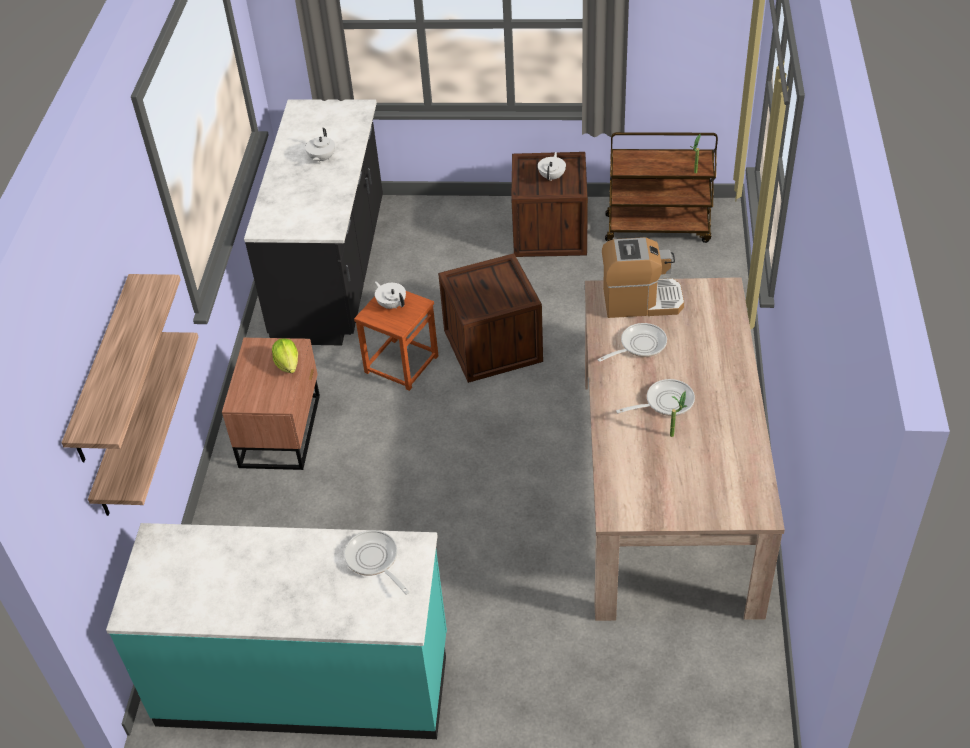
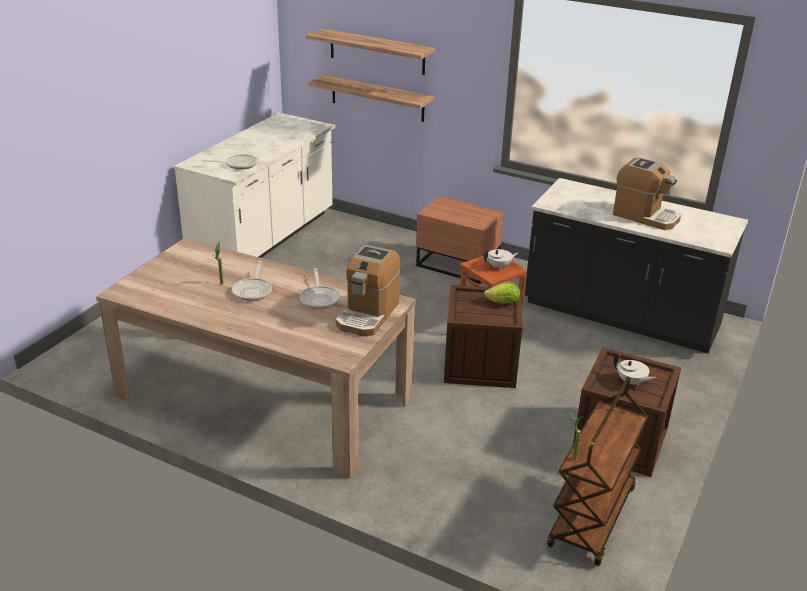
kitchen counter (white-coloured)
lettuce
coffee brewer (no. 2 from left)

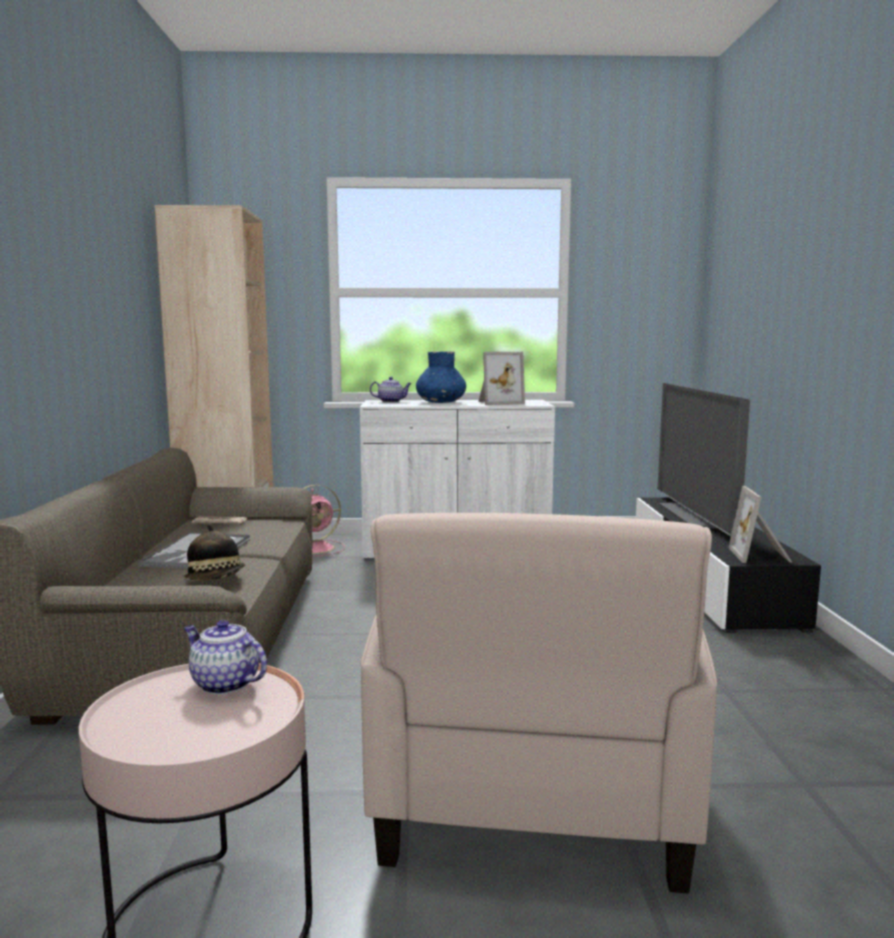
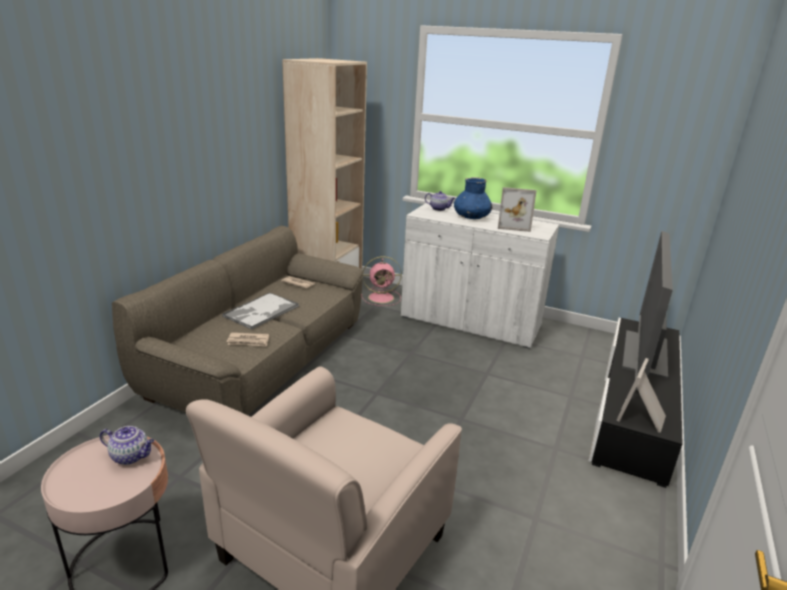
newspaper (no. 1 from left)
tea pot (no. 1 from left)

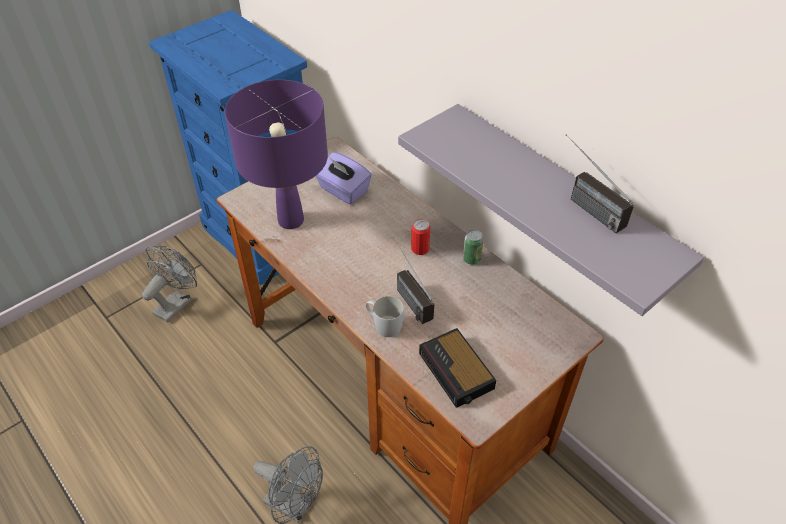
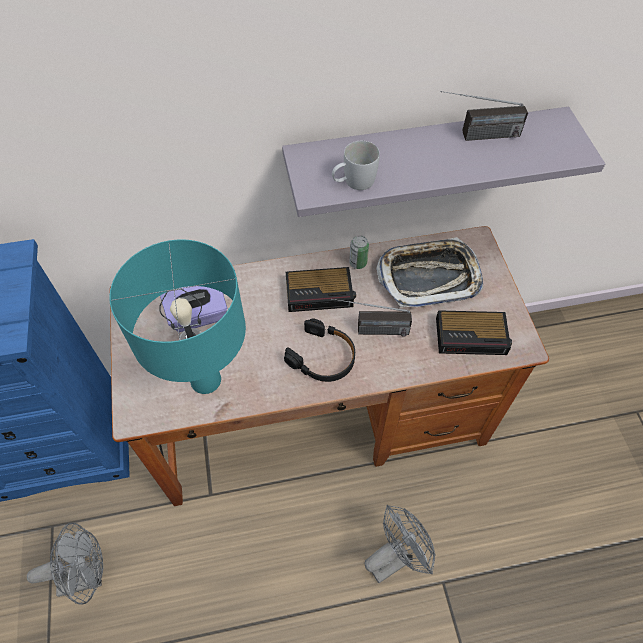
electric fan (gray) (no. 1 from left)
table lamp (blue-green)
coffee mug (white-coloured)
bedside clock (no. 1 from left)
headphones (black)
serving tray

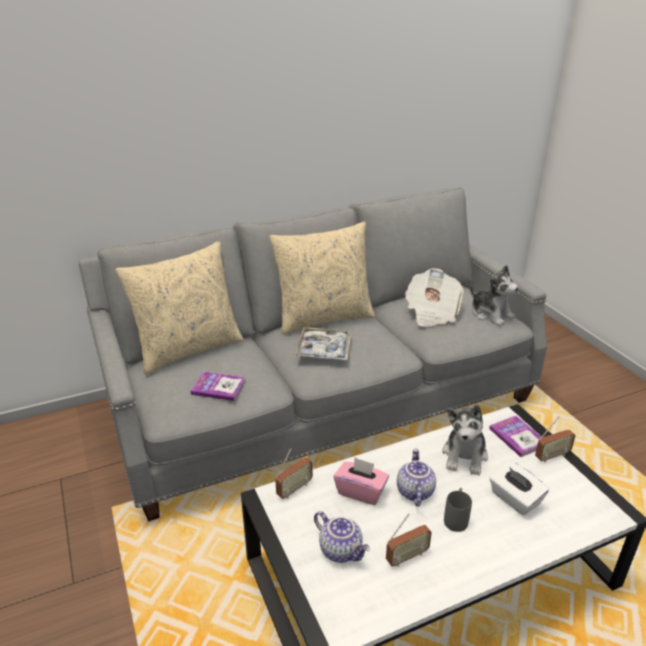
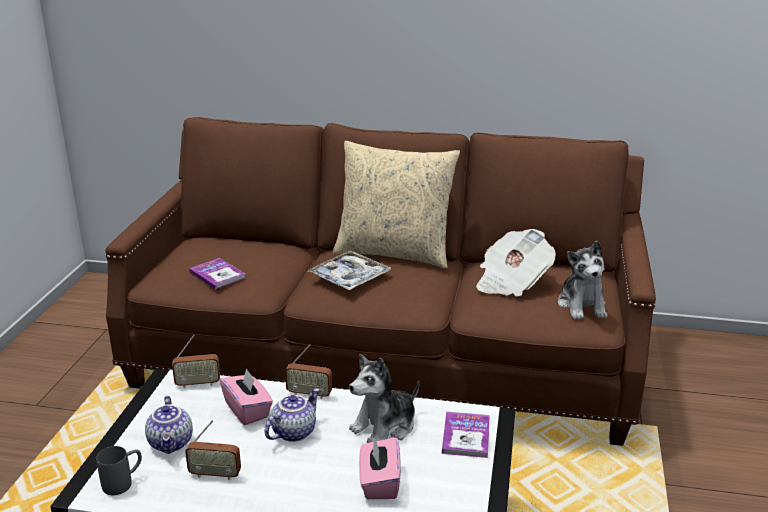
couch (brown-coloured)
throw pillow (sand-coloured) (no. 1 from left in the first image)
coffee mug (gray)
tissue holder (pinkish) (no. 2 from left)
radio receiver (no. 3 from left)

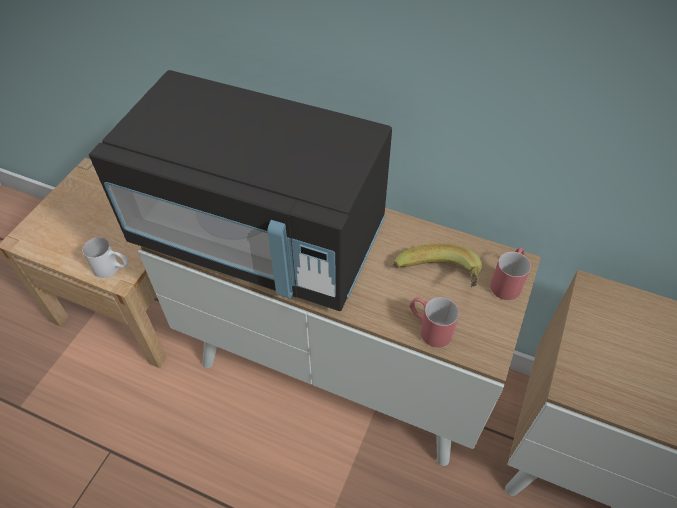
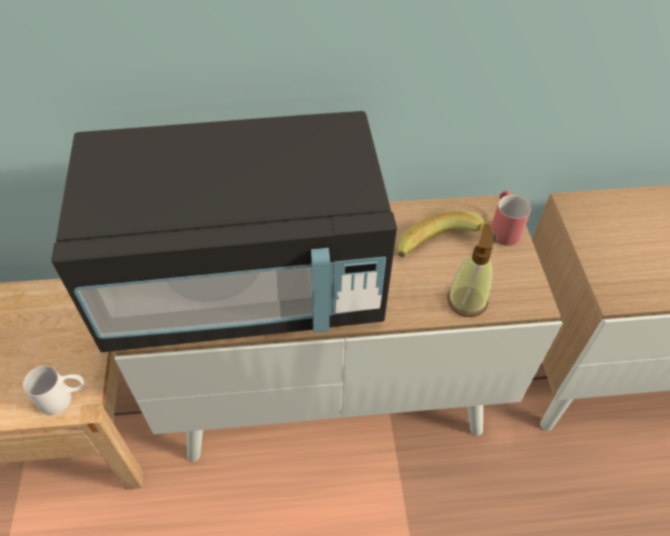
soap dispenser

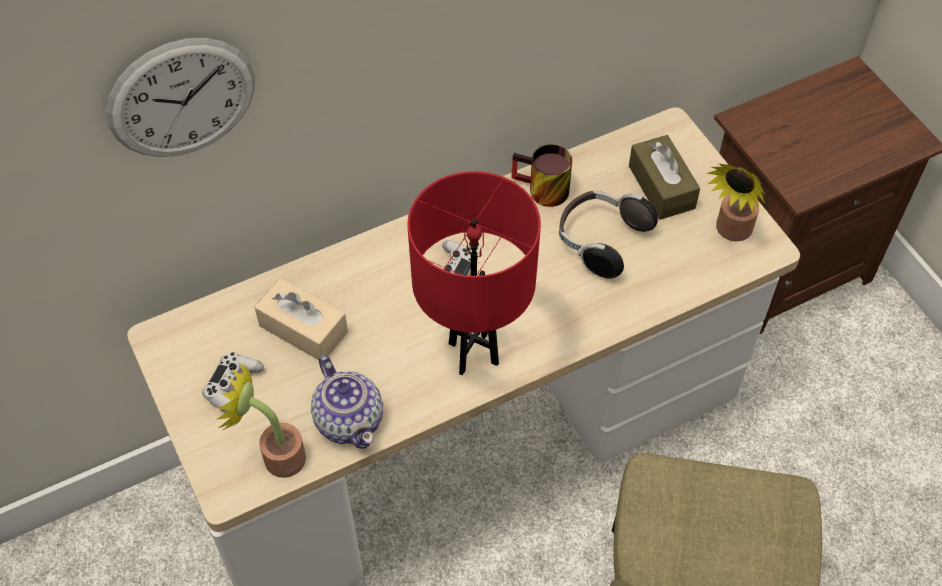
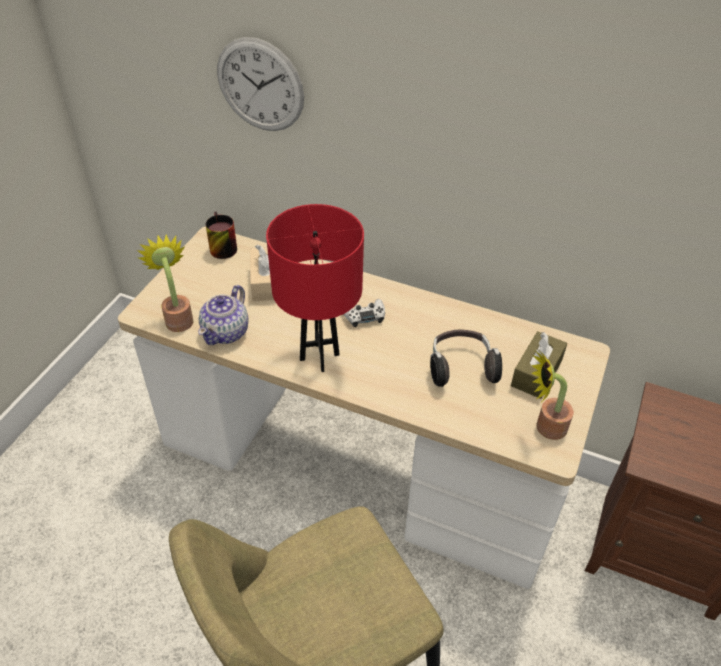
joypad (white-coloured) (no. 1 from left in the first image)
coffee mug

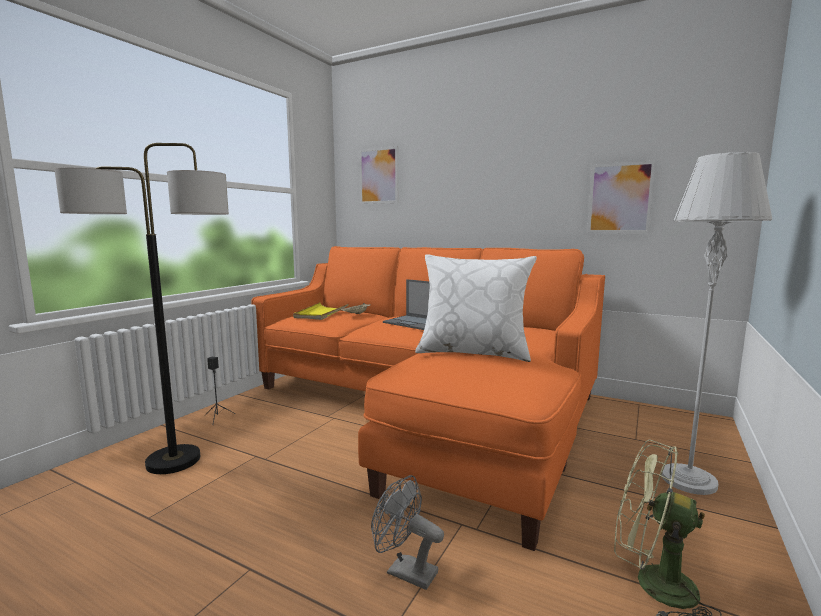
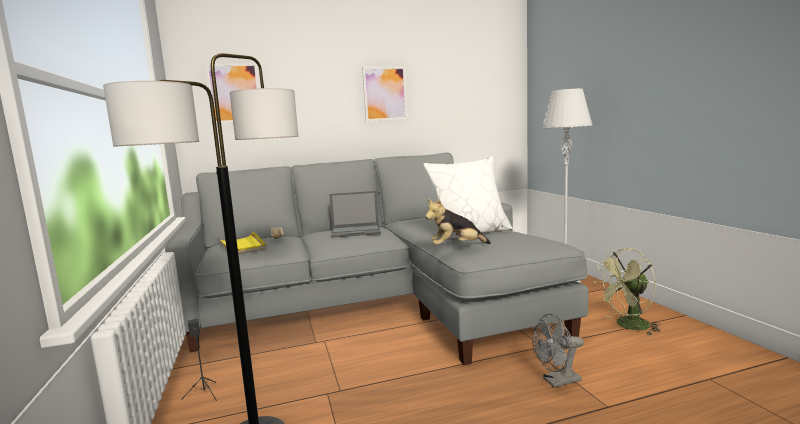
couch (gray)
wall art (no. 2 from left)
soft toy

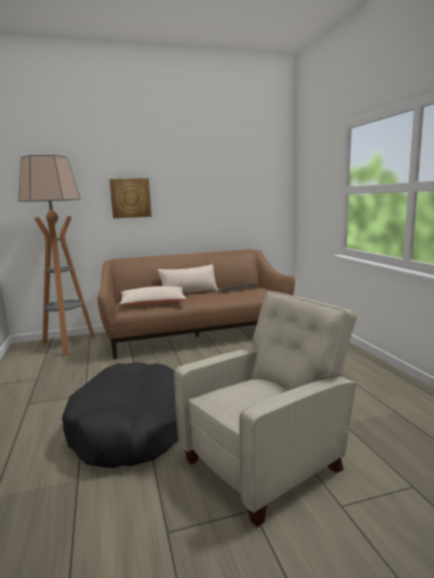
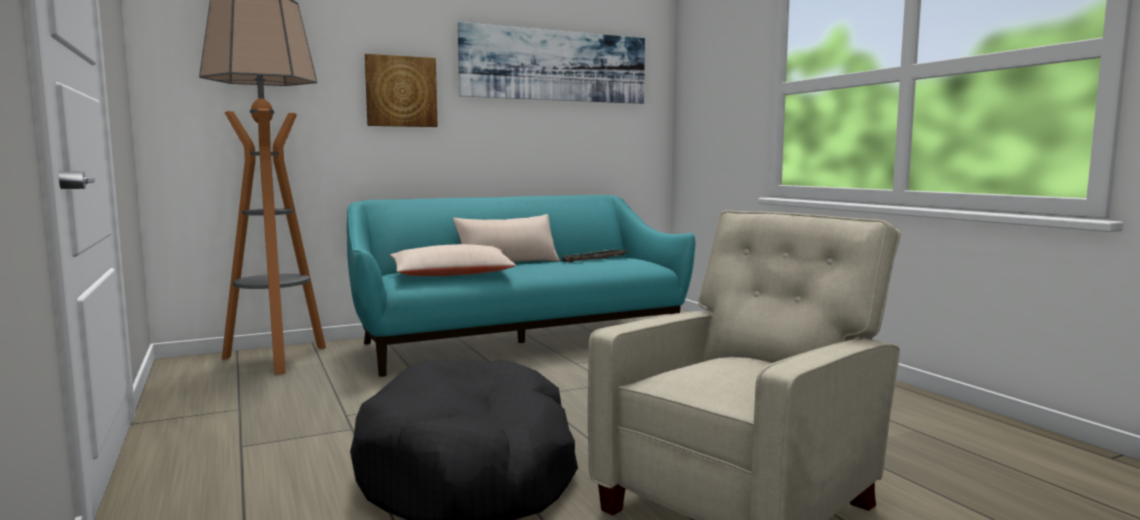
couch (blue-green)
wall art (no. 2 from left)

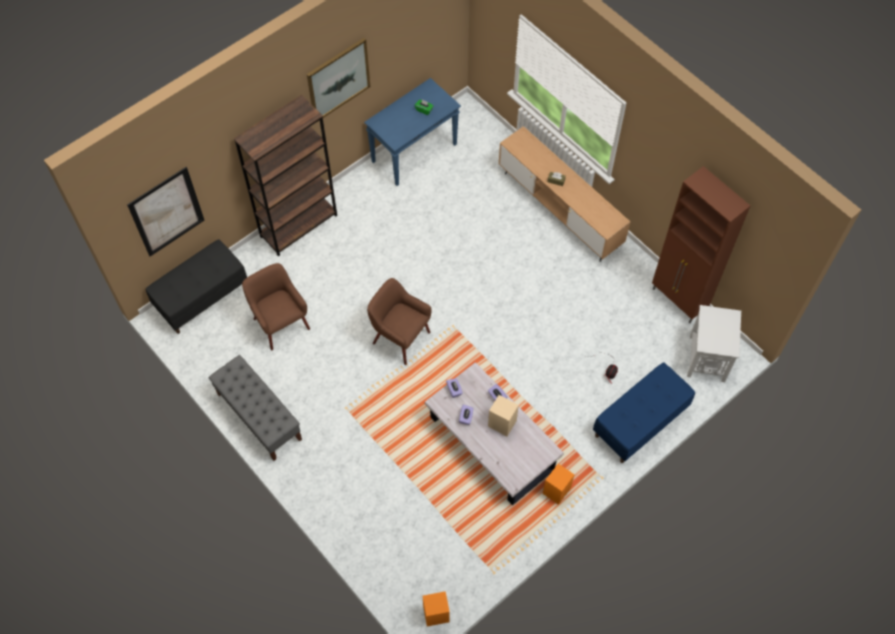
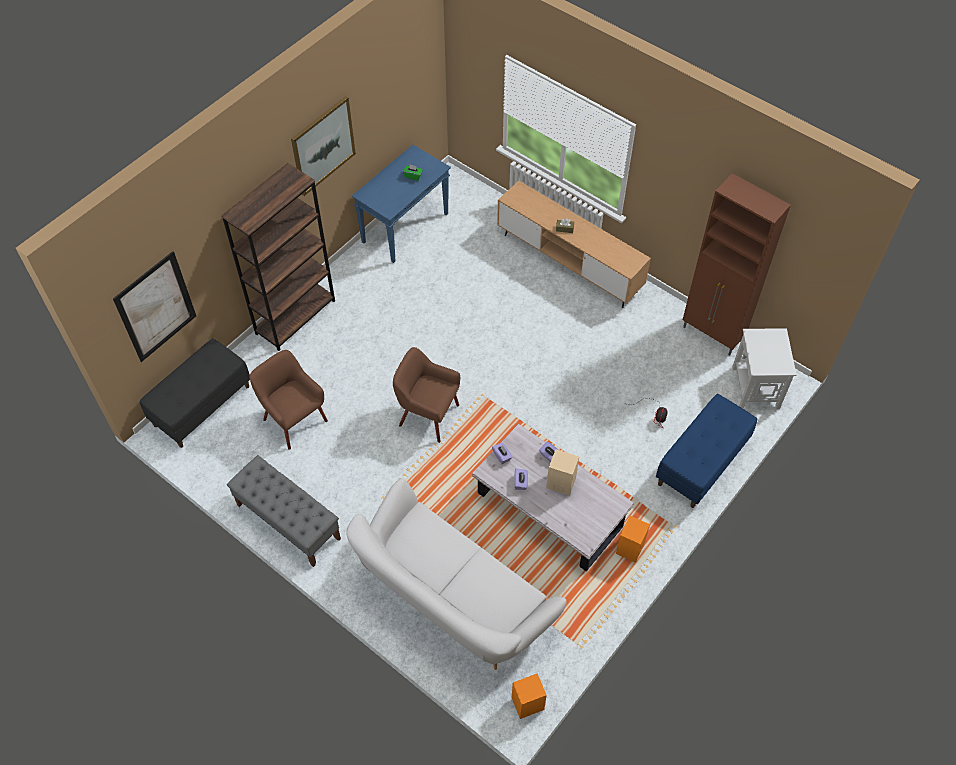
couch (white-coloured)

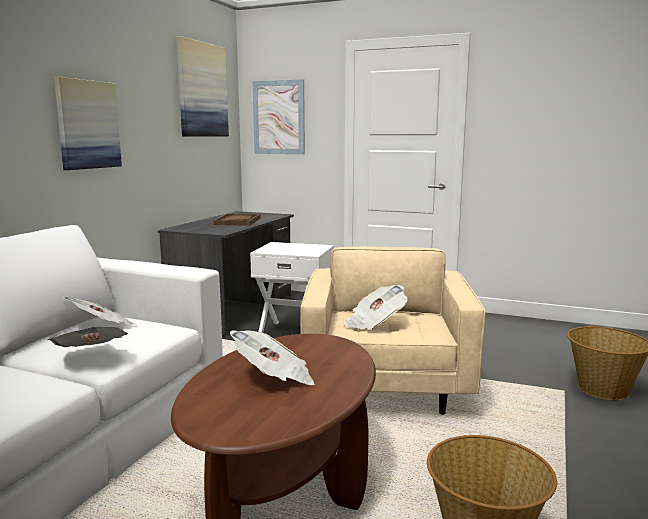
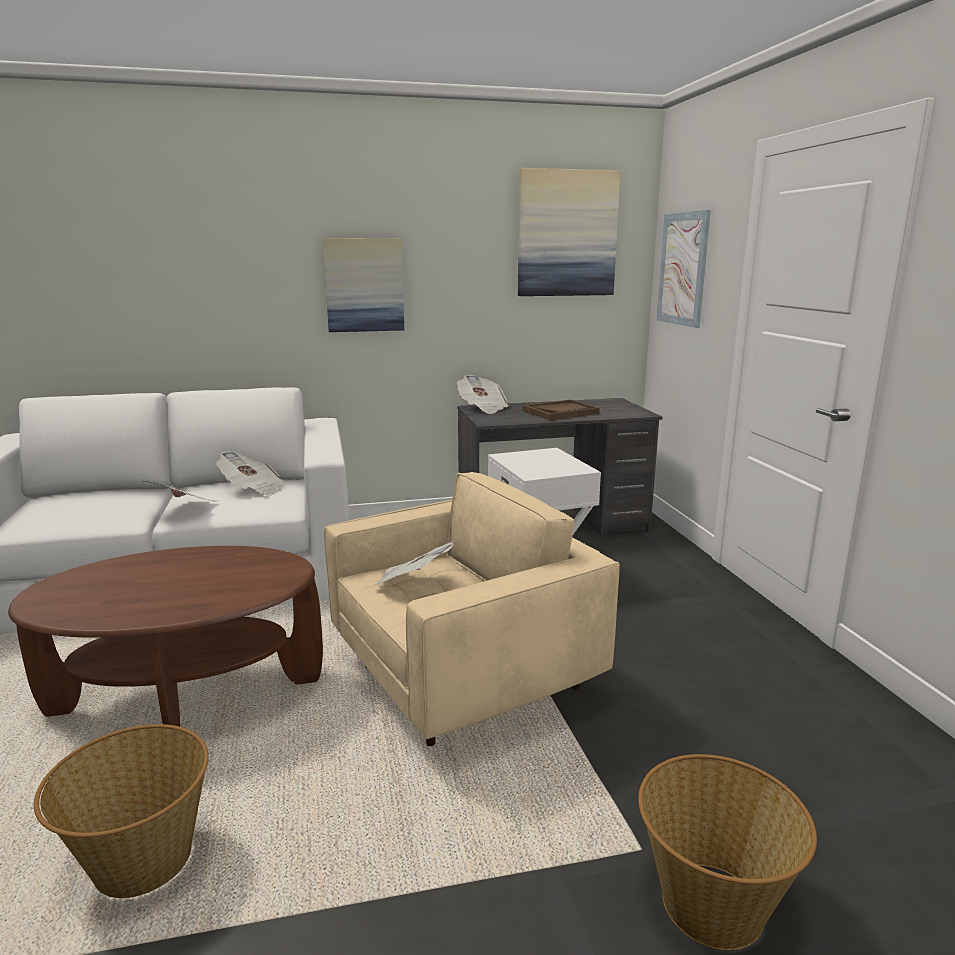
newspaper (no. 4 from left)

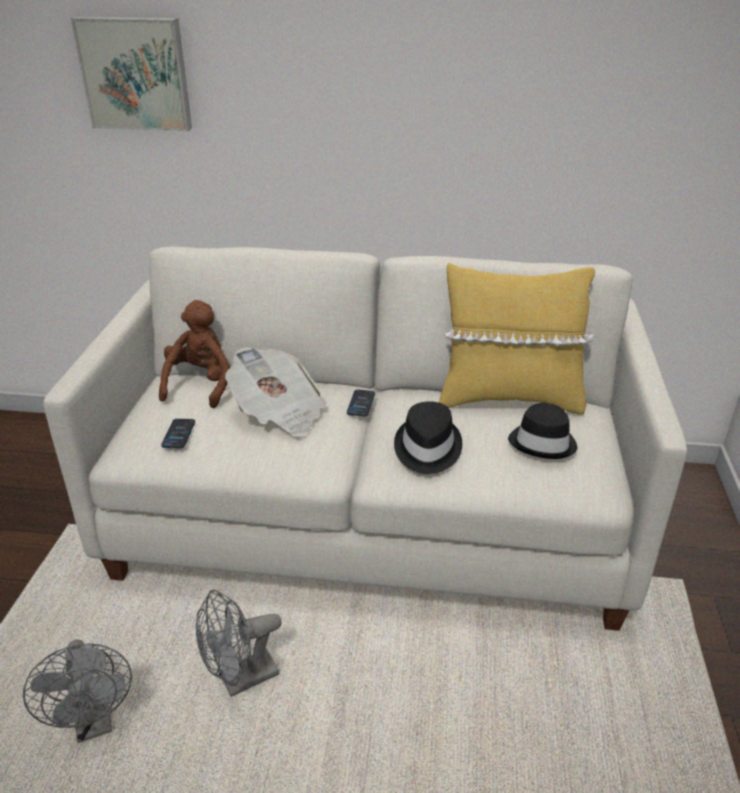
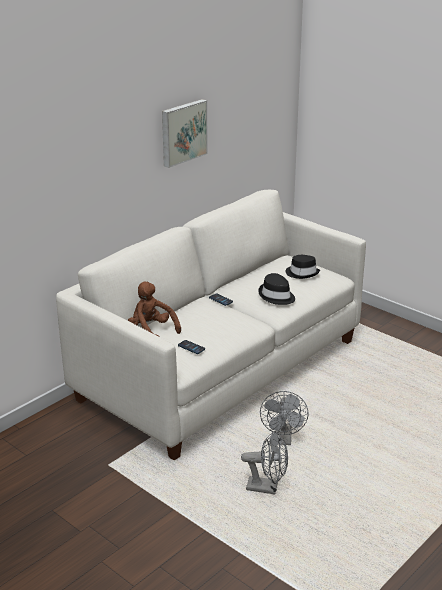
wall art
newspaper
throw pillow (yellowish)

